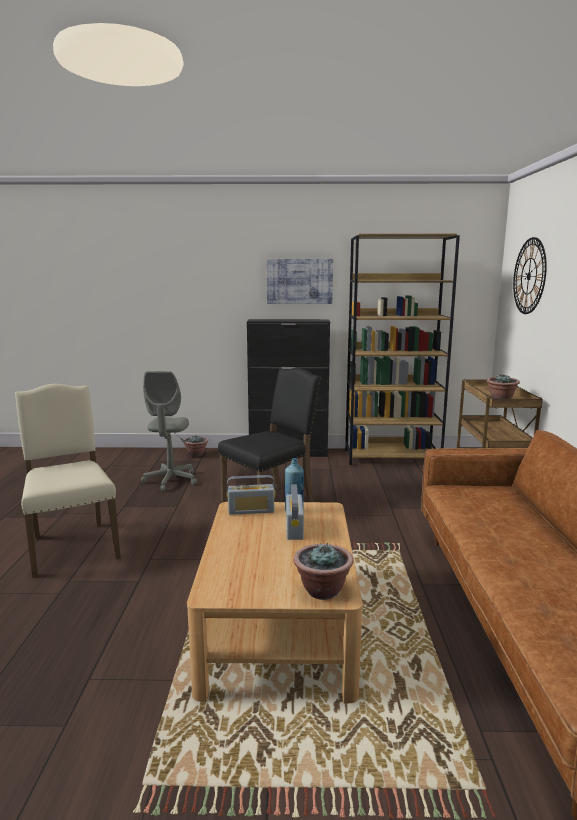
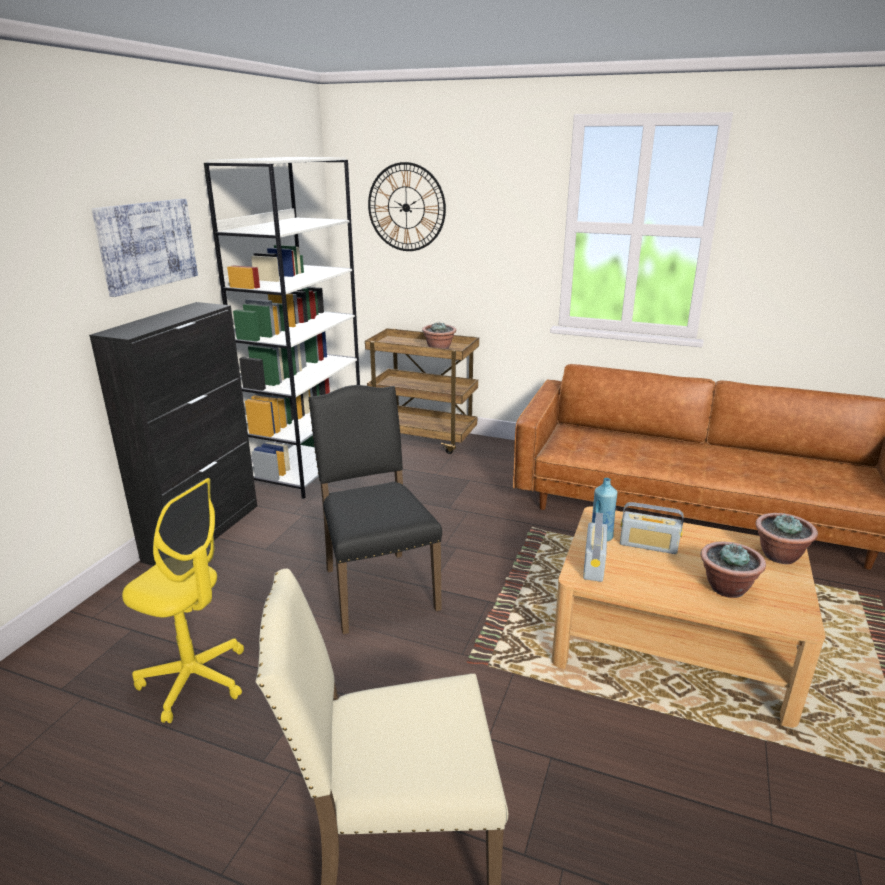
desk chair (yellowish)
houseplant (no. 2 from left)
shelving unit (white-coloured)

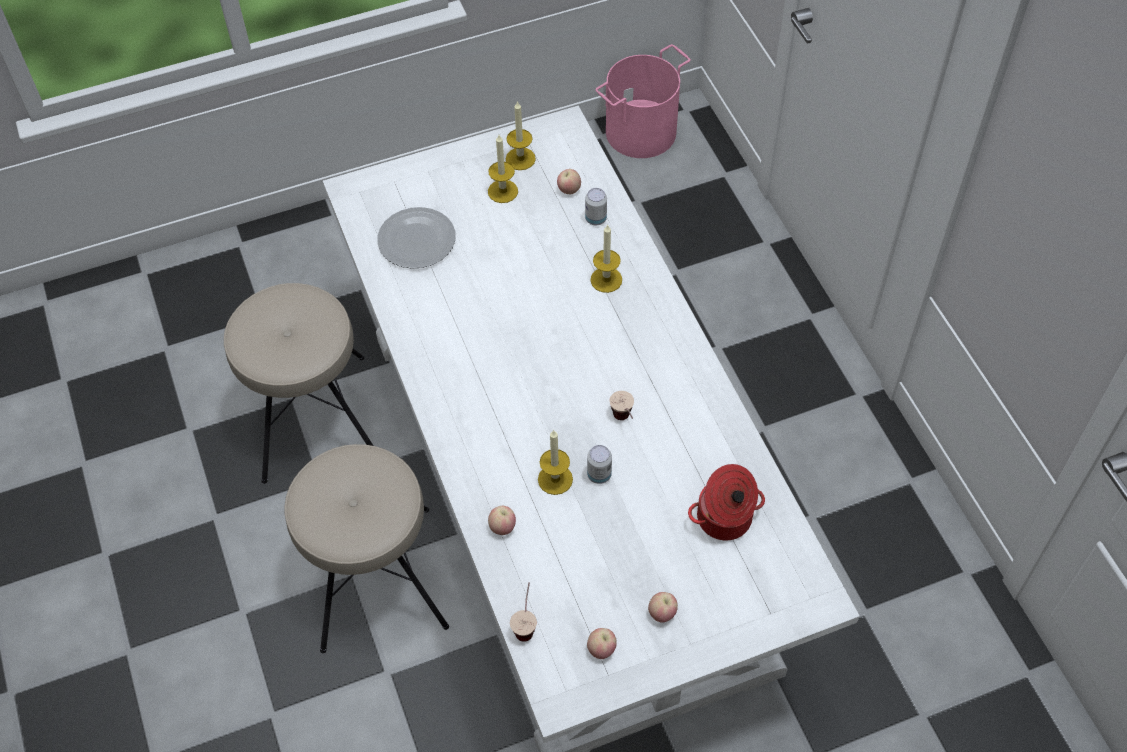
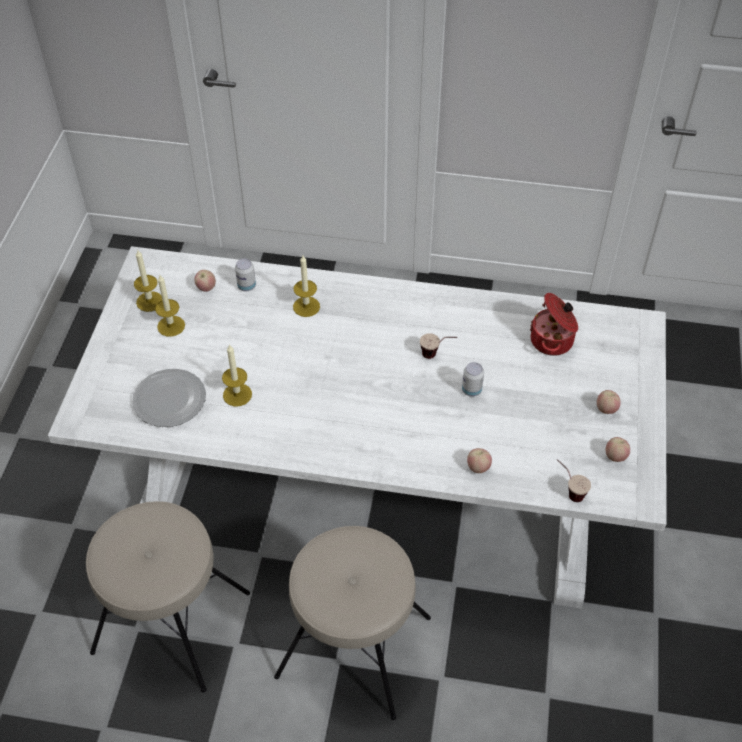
candle (no. 3 from left)
water bucket (pinkish)

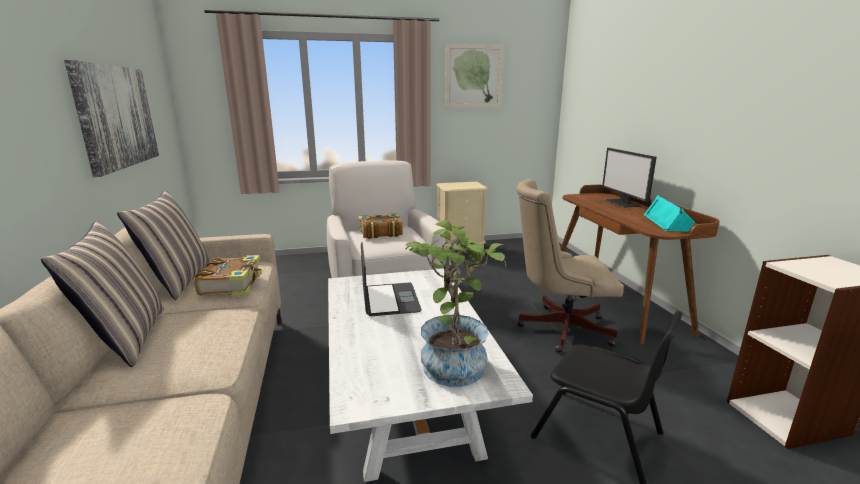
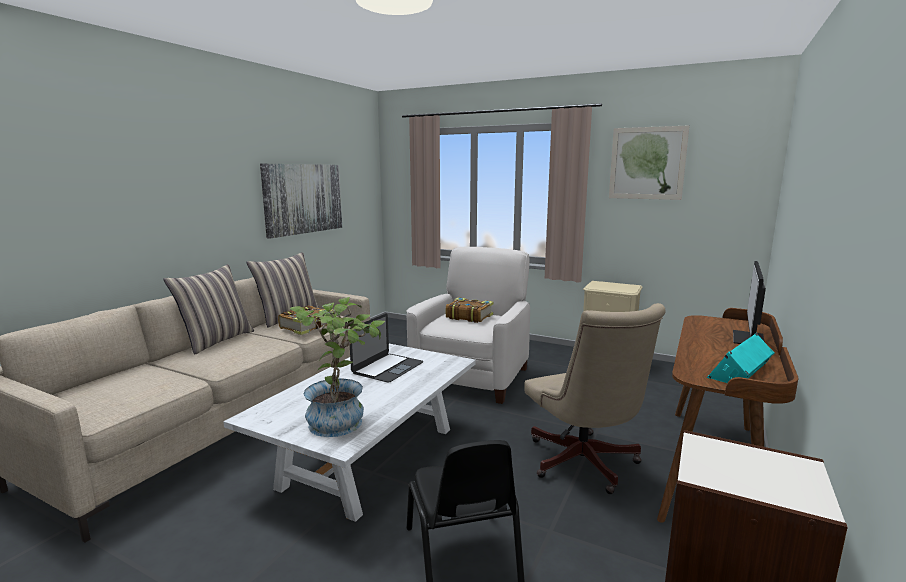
desk chair (sand-coloured)

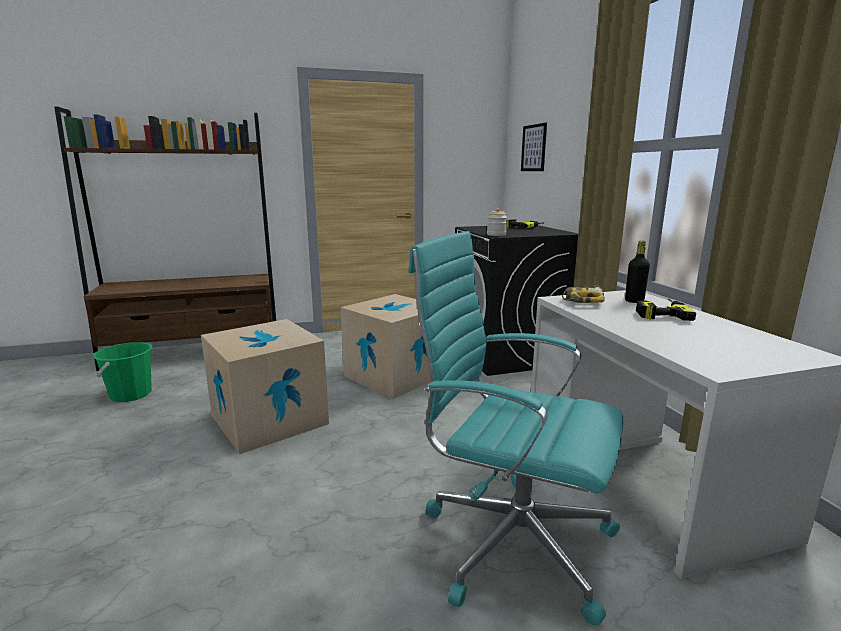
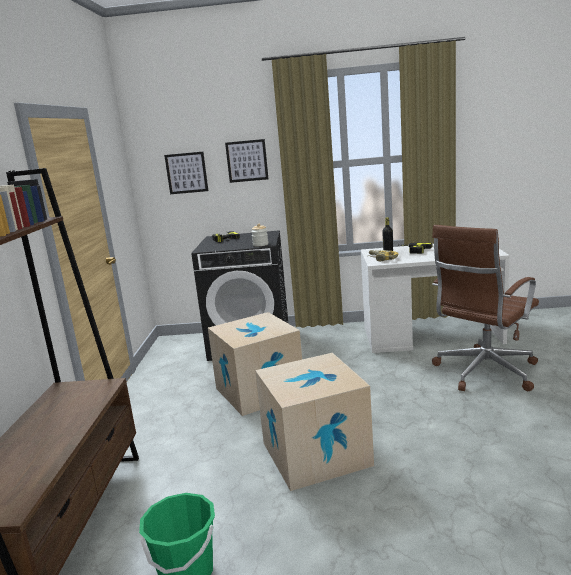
desk chair (brown-coloured)
wall art (no. 2 from left)

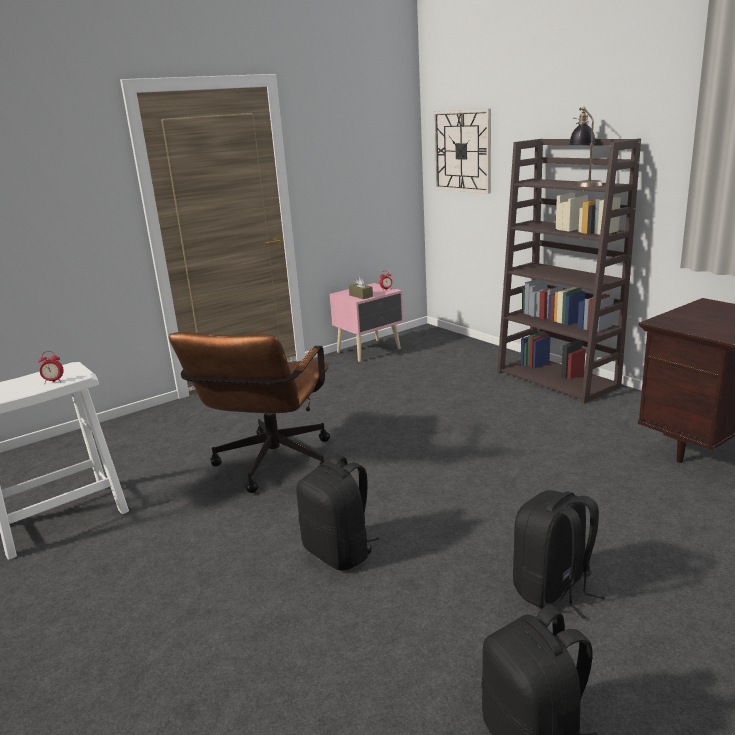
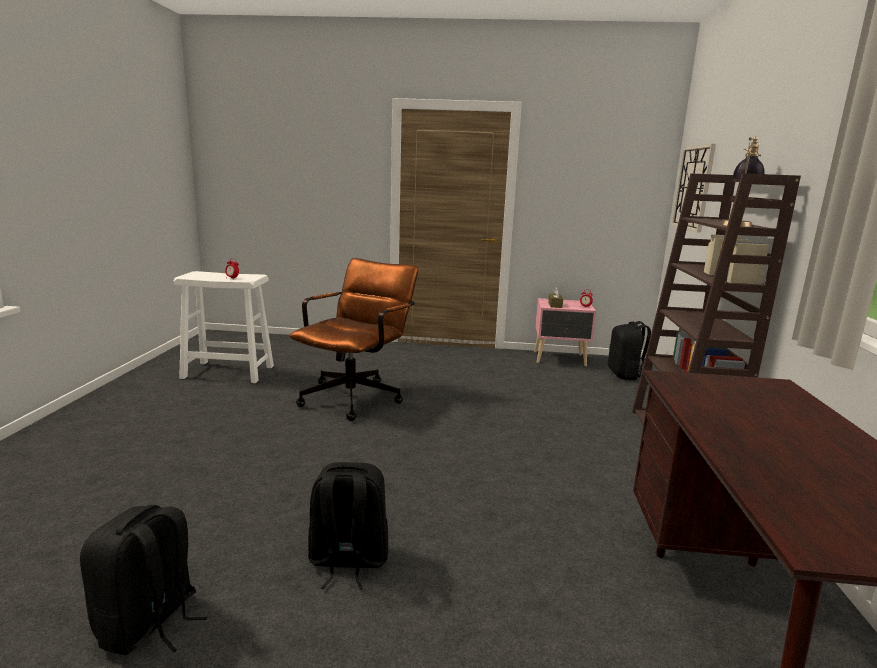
desk chair (brown-coloured)
backpack (black) (no. 3 from left)

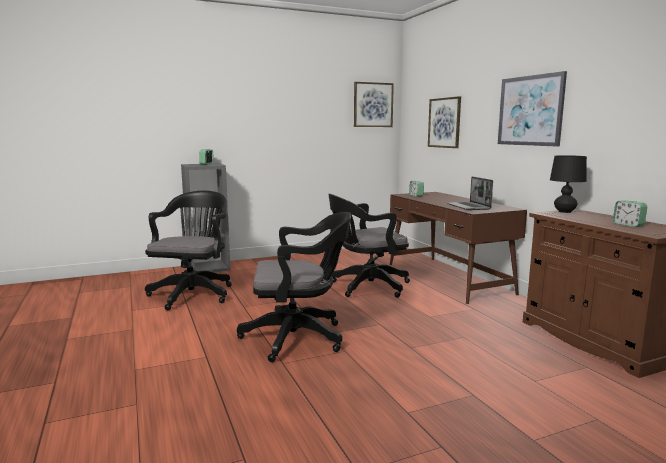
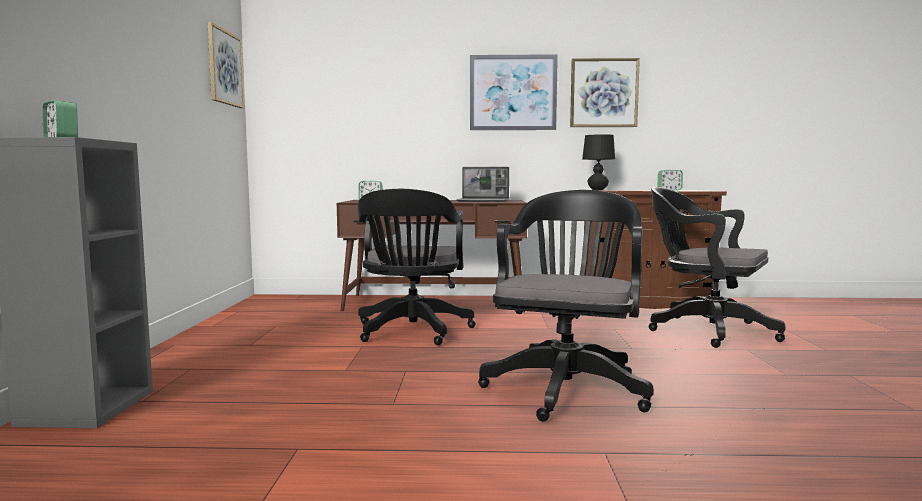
desk chair (black) (no. 3 from left)
wall art (no. 3 from left)

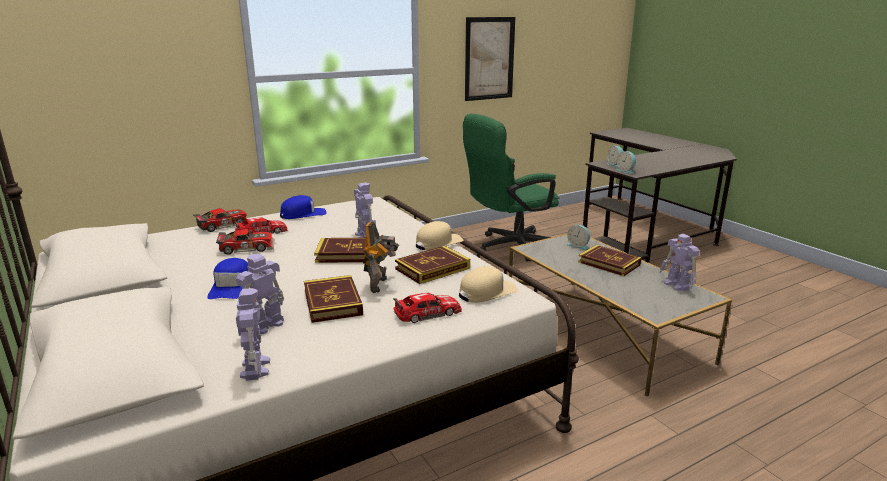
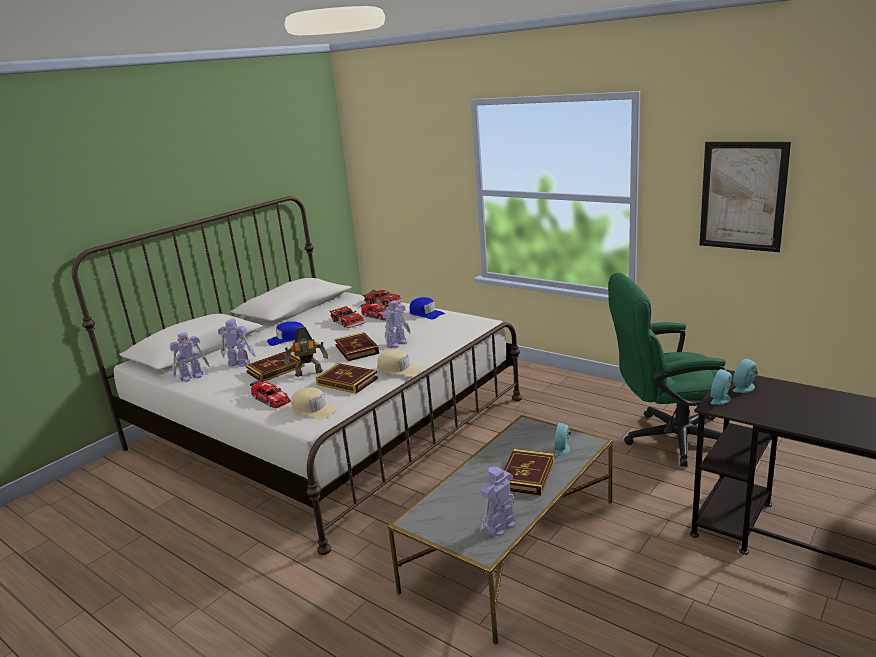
desk chair (green)

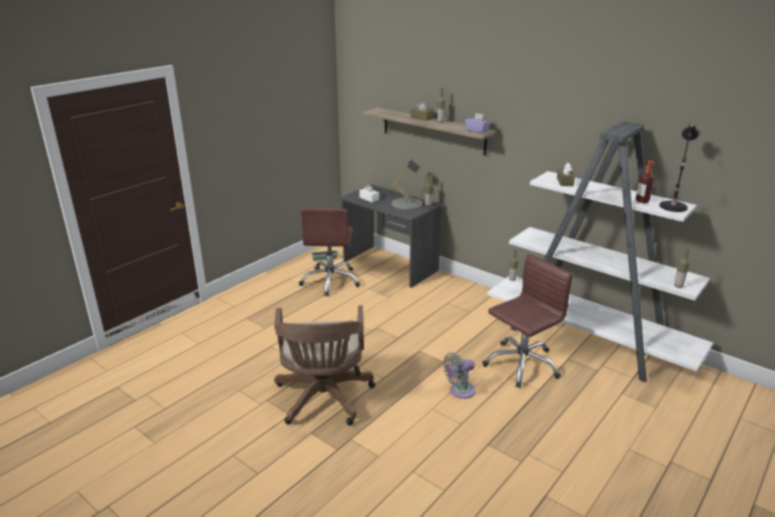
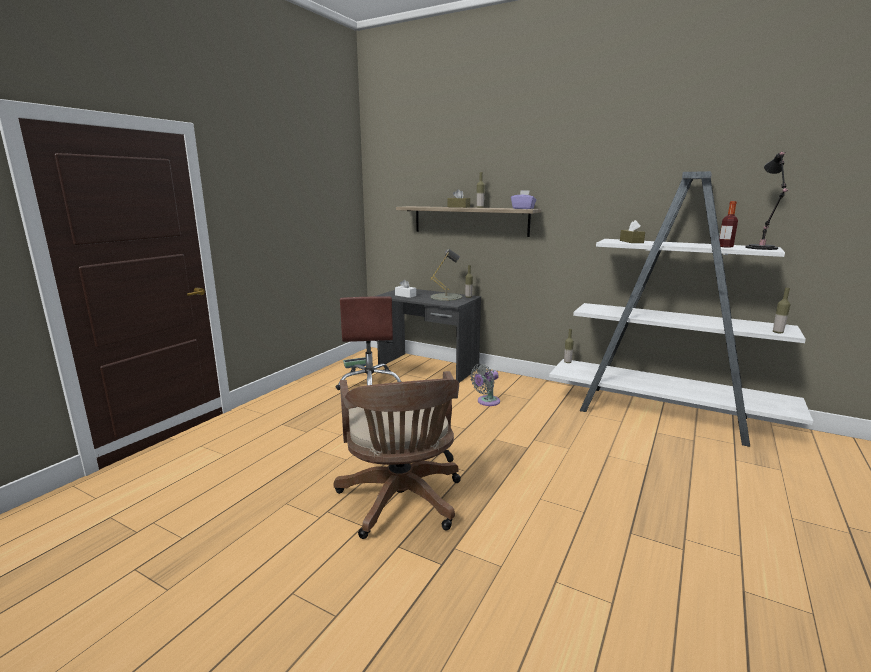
electric fan (gray)
desk chair (brown-coloured) (no. 3 from left in the first image)

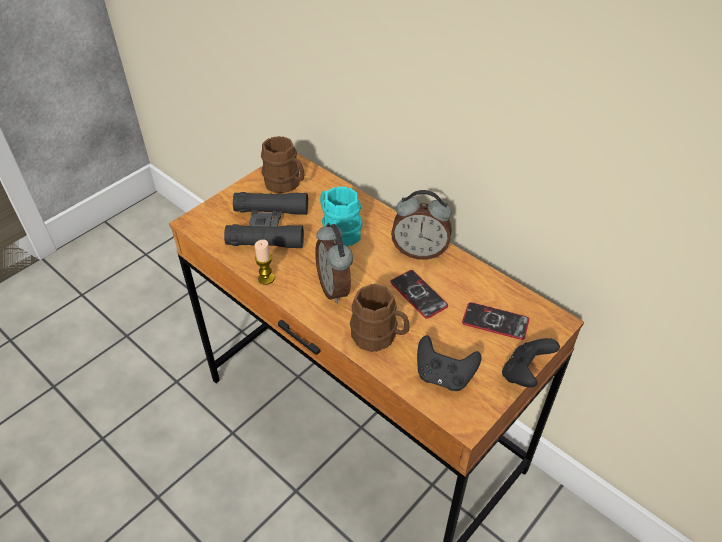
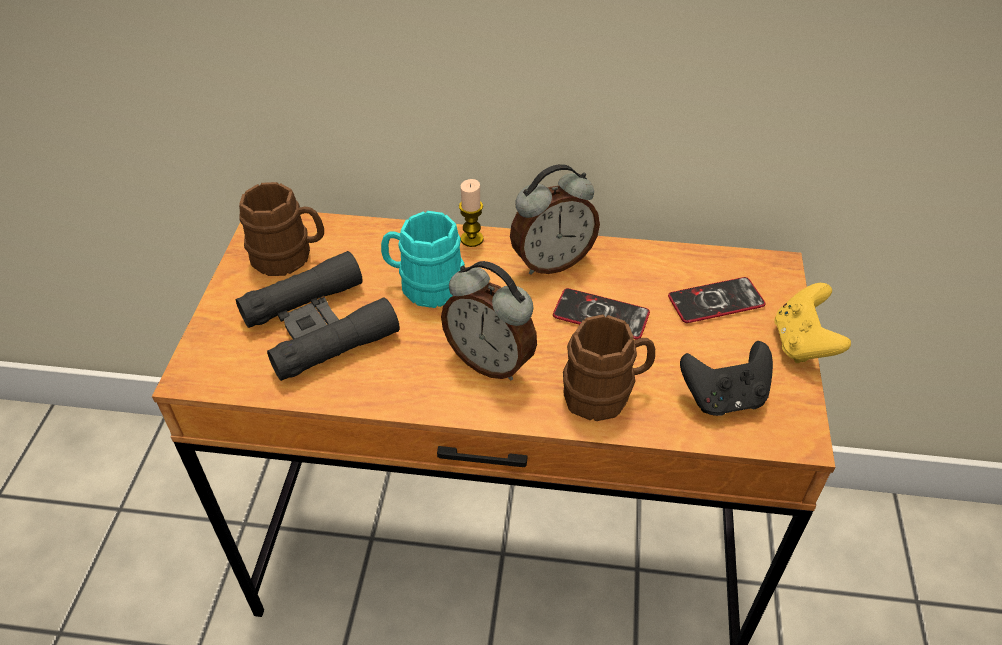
candle
joypad (yellowish)

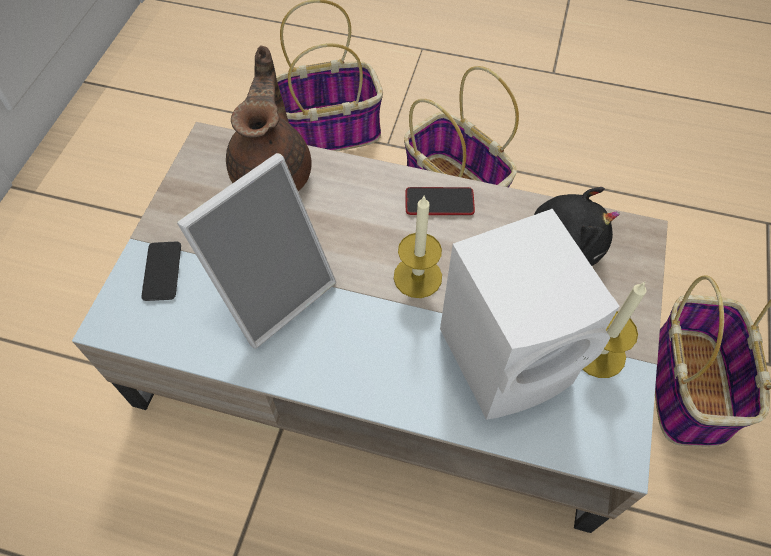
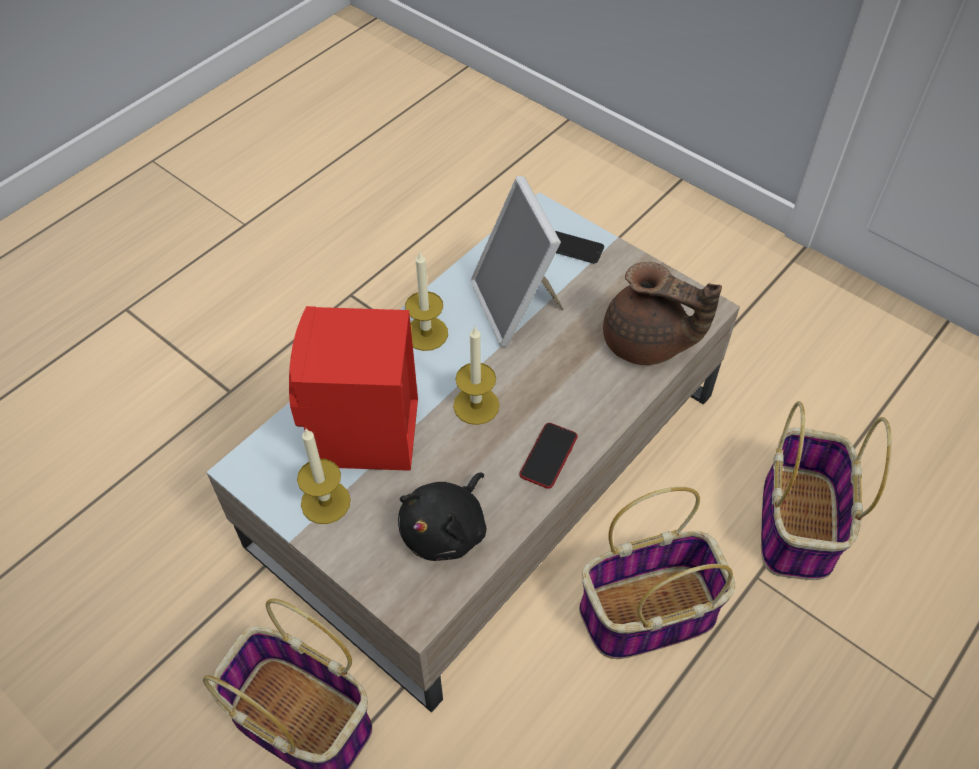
audio speaker (reddish)
candle (no. 2 from left)

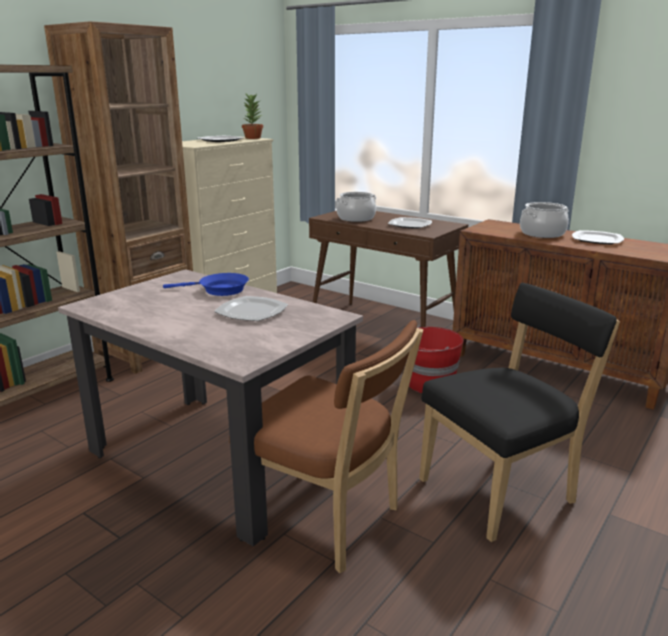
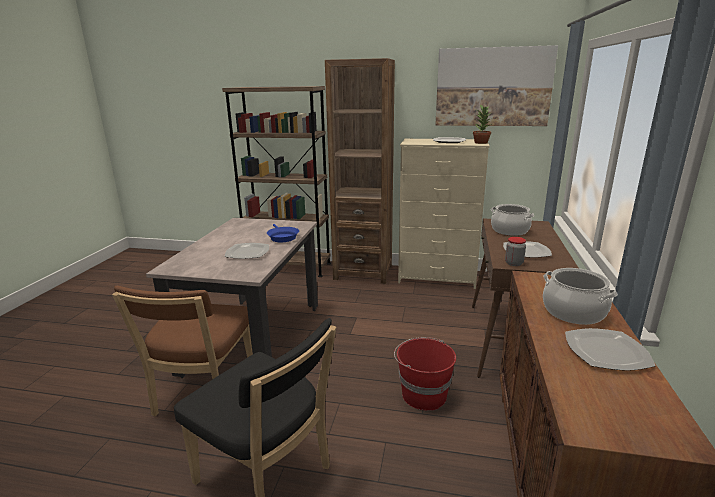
wall art
preserve jar

